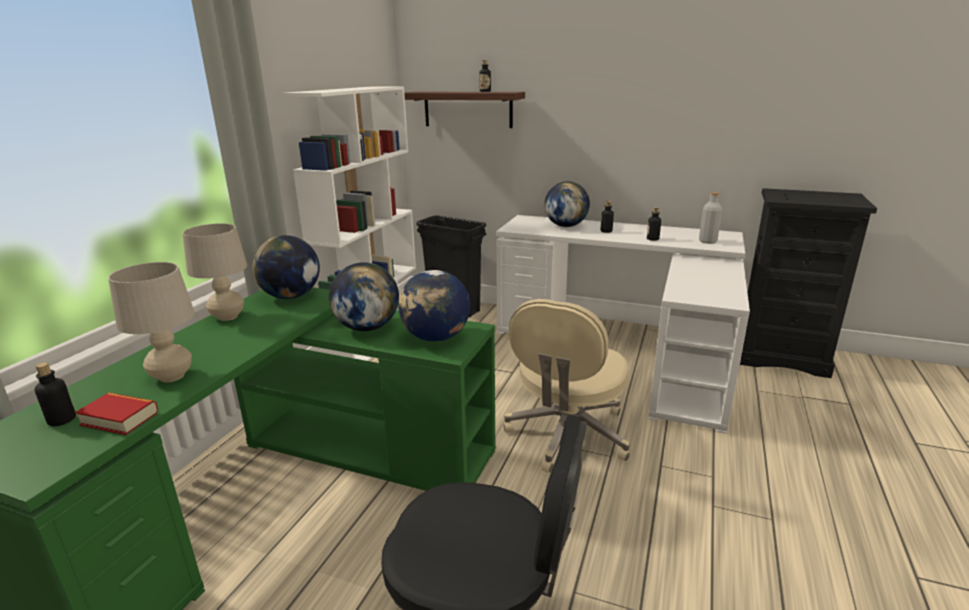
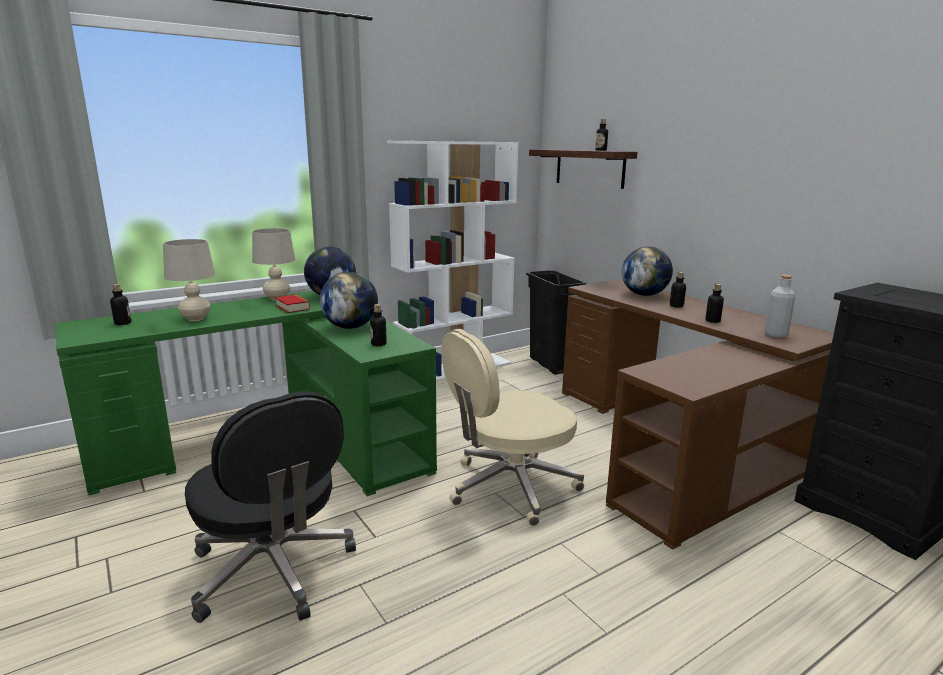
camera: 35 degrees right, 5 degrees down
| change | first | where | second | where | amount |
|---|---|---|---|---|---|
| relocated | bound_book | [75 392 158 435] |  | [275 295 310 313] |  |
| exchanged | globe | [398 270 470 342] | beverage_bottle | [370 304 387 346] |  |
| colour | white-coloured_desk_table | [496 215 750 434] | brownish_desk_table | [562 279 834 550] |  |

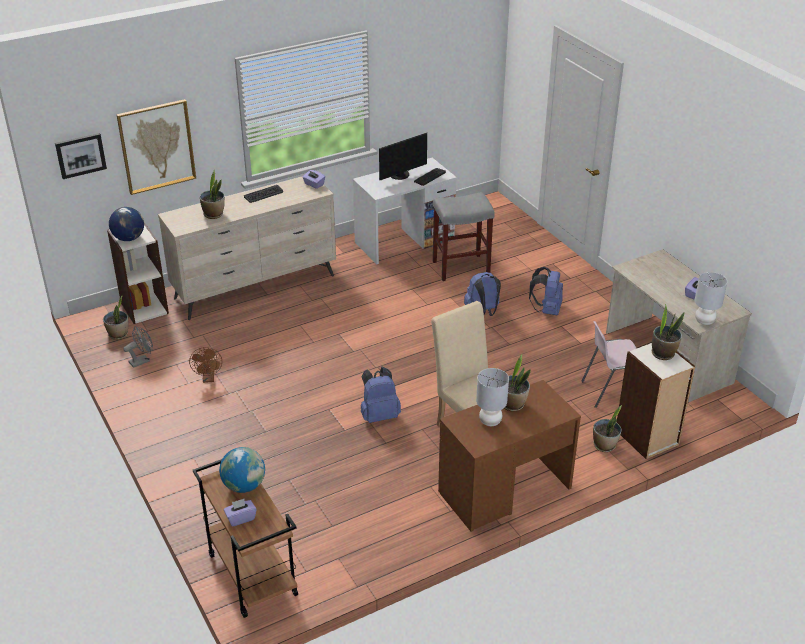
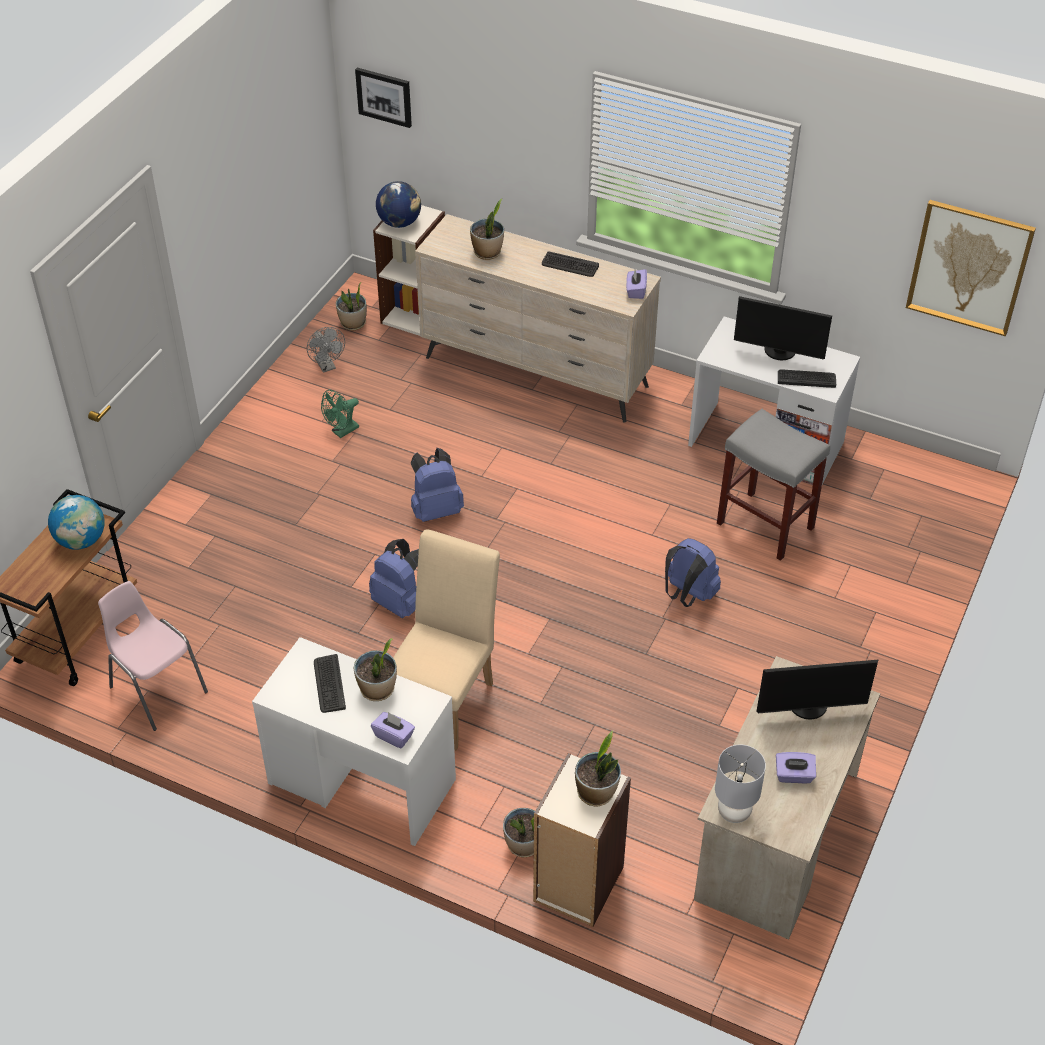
camera: 55 degrees right, 10 degrees up
| change | first | where | second | where | amount |
|---|---|---|---|---|---|
| appeared |  |  | monitor | [756 659 879 719] |  |
| relocated | picture | [116 99 196 195] |  | [906 200 1036 337] |  |
| relocated | purple-coloured_box_of_tissues | [224 499 257 527] |  | [371 712 415 748] |  |
| relocated | blue-coloured_rucksack | [529 267 563 315] |  | [411 448 464 522] |  |
| relocated | pinkish_upright_chair | [581 321 637 408] |  | [98 581 208 731] |  |
| exchanged | greyish_tabletop_lamp | [476 368 509 426] | computer_keyboard | [314 654 346 713] |  |
| colour | brownish_fan | [189 347 222 383] | green_fan | [321 390 359 438] |  |
| colour | brownish_desk_table | [438 380 581 532] | white-coloured_desk_table | [252 637 456 846] |  |
| spun | greyish_fan | [123 326 153 368] |  | [307 327 345 373] | 45 degrees clockwise |

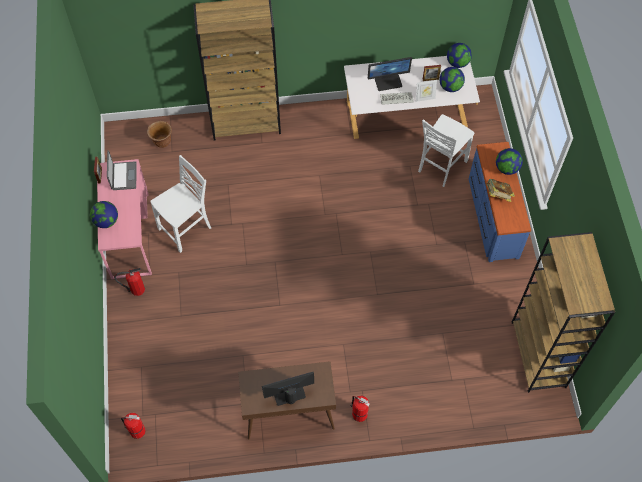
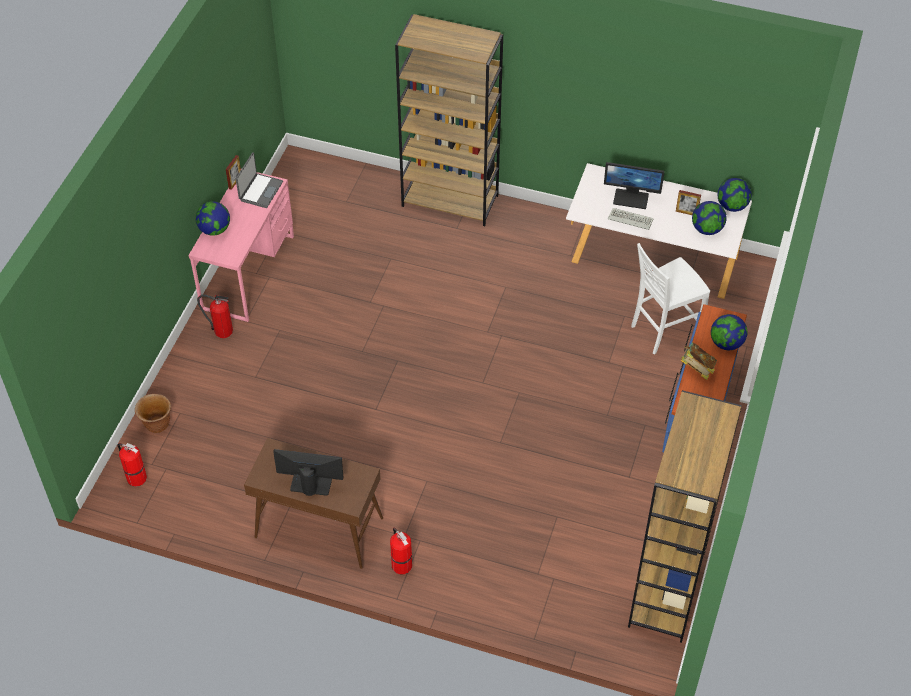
camera: 25 degrees right, 10 degrees down
| change | first | where | second | where | amount |
|---|---|---|---|---|---|
| missing | white-coloured_upright_chair | [150 155 211 253] |  |  |  |
| missing | standing_frame | [416 80 437 102] |  |  |  |
| relocated | brownish_flower_pot | [147 121 172 148] |  | [135 394 171 433] |  |

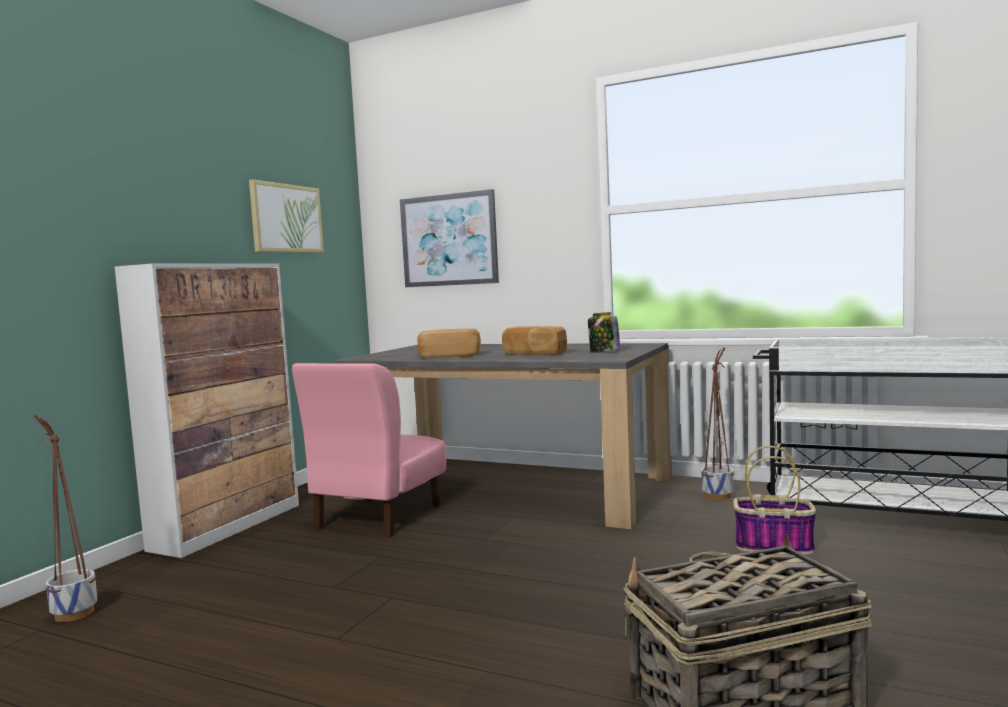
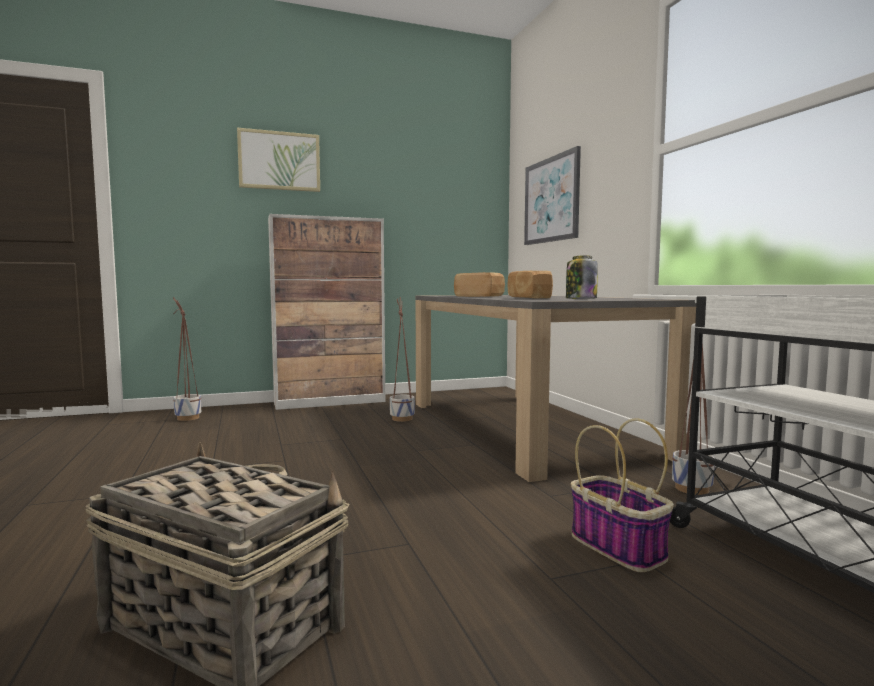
camera: 45 degrees right, 0 degrees up
| change | first | where | second | where | amount |
|---|---|---|---|---|---|
| relocated | picture | [249 179 324 253] |  | [237 128 320 192] |  |
| exchanged | pinkish_upright_chair | [292 363 446 537] | flower_pot | [390 297 415 422] |  |

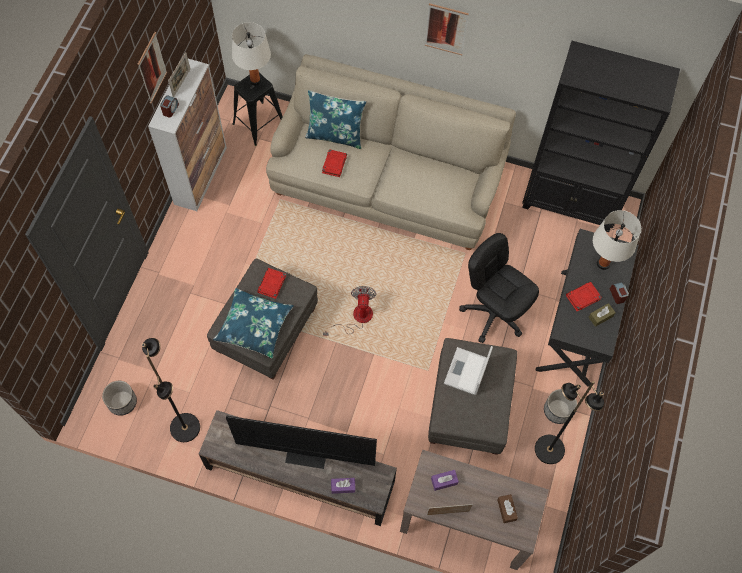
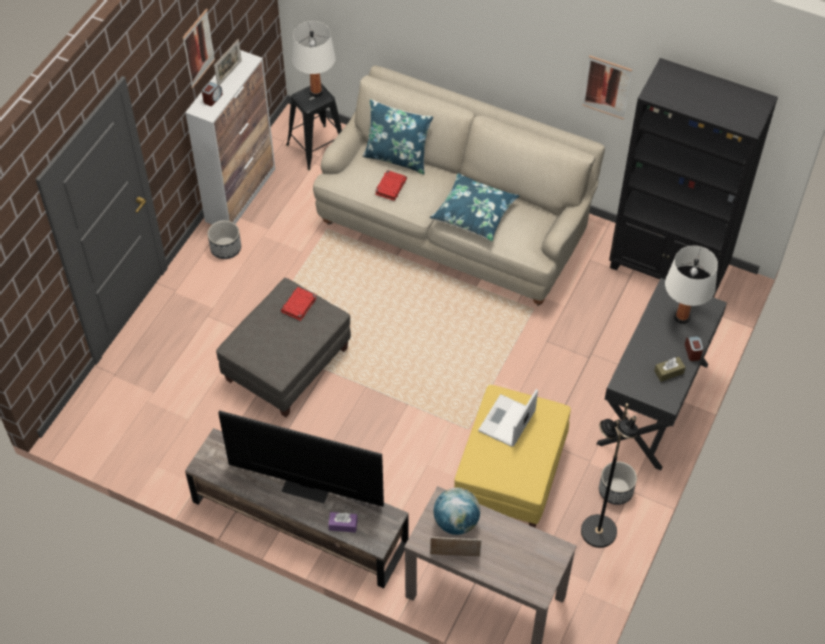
camera: 10 degrees right, 10 degrees down
| change | first | where | second | where | amount |
|---|---|---|---|---|---|
| missing | black-coloured_floor_lamp | [142 338 200 442] |  |  |  |
| missing | fan | [323 286 377 336] |  |  |  |
| missing | black-coloured_computer_chair | [459 233 539 343] |  |  |  |
| missing | brownish_box_of_tissues | [497 494 518 523] |  |  |  |
| missing | red-coloured_bound_book | [566 282 602 311] |  |  |  |
| relocated | flower_pot | [102 381 137 416] |  | [208 220 241 259] |  |
| relocated | blue-coloured_cushion | [213 288 294 359] |  | [430 173 519 241] |  |
| relocated | picture | [425 3 469 55] |  | [583 55 632 120] |  |
| exchanged | purple-coloured_box_of_tissues | [431 470 459 491] | globe | [434 488 480 535] |  |
| colour | greyish_ottoman | [428 338 517 455] | yellowish_ottoman | [454 385 571 528] |  |

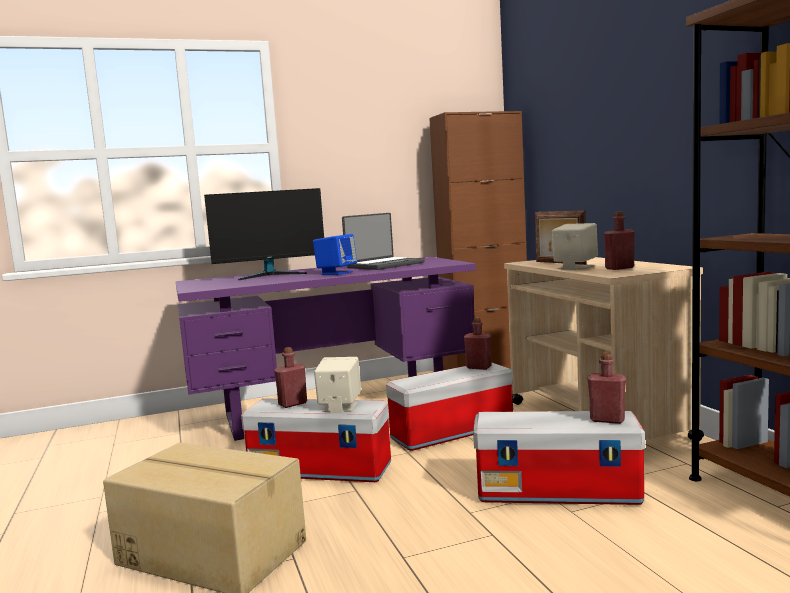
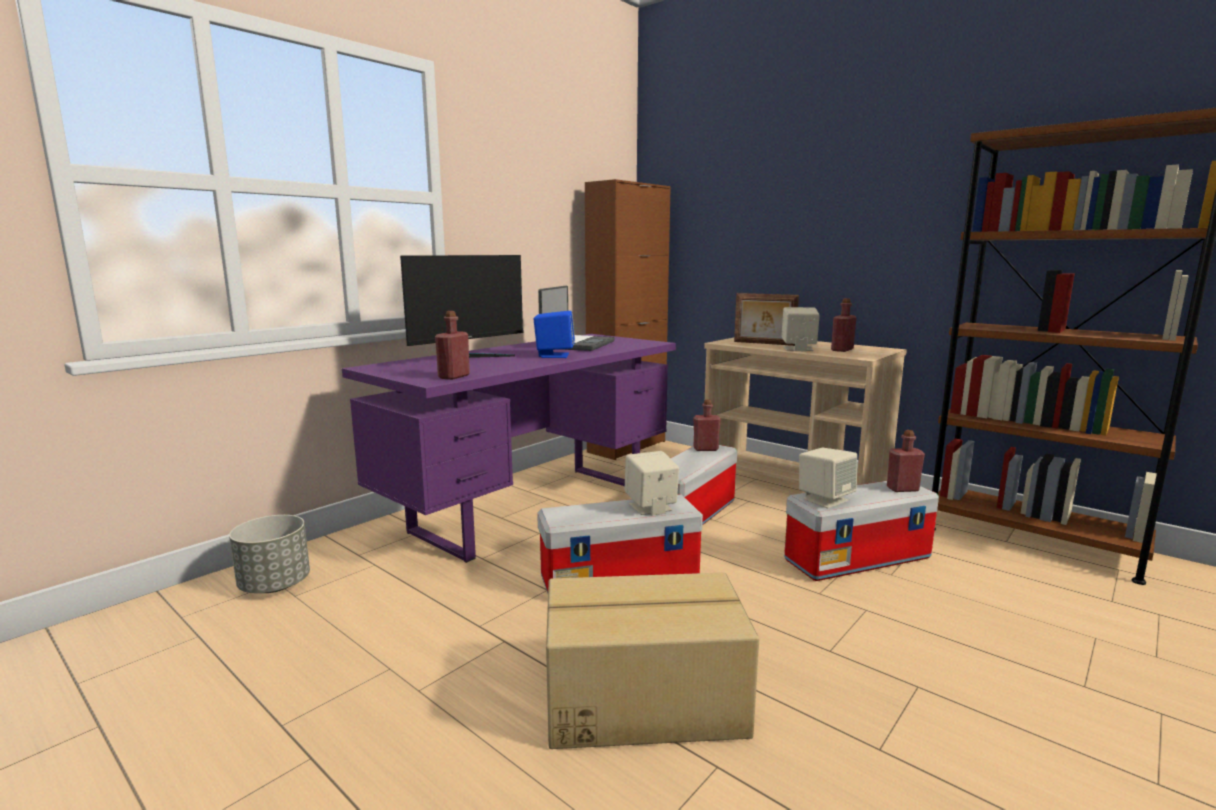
camera: 30 degrees left, 5 degrees up
| change | first | where | second | where | amount |
|---|---|---|---|---|---|
| appeared |  |  | greyish_flower_pot | [229 515 310 593] |  |
| appeared |  |  | beige_audio_speaker | [799 448 857 508] |  |
| relocated | red-coloured_beverage_bottle | [274 347 307 408] |  | [435 311 470 380] |  |

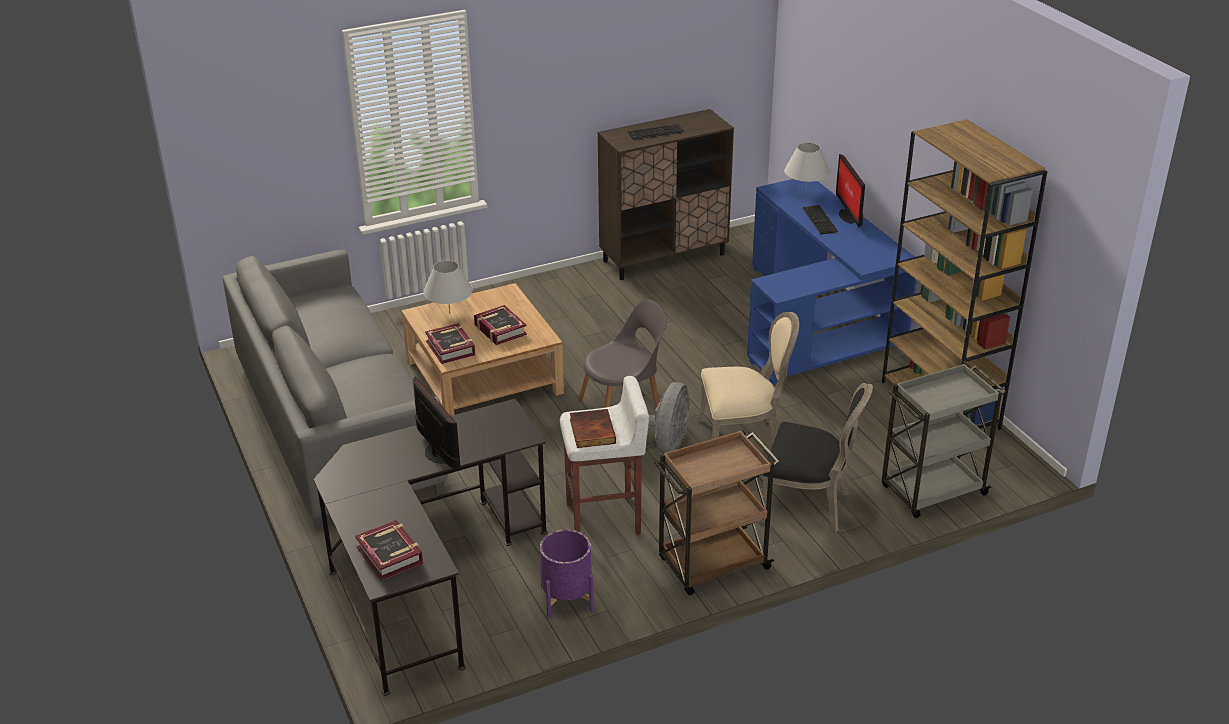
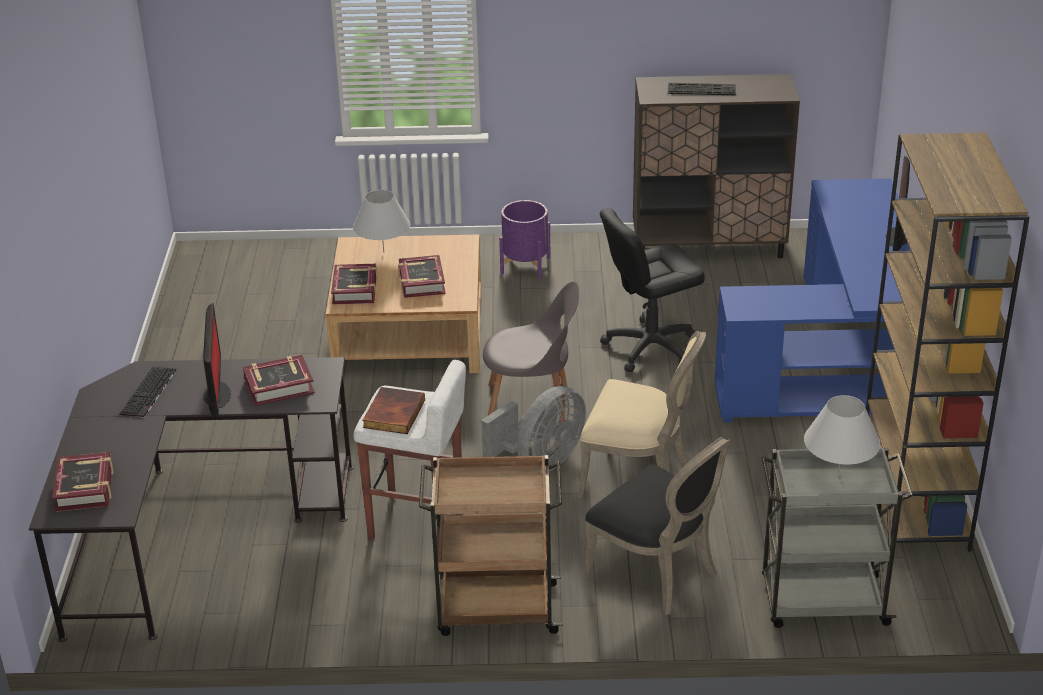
camera: 25 degrees right, 0 degrees up
| change | first | where | second | where | amount |
|---|---|---|---|---|---|
| missing | greyish_sofa | [223 250 448 530] |  |  |  |
| appeared |  |  | bound_book | [243 355 315 406] |  |
| appeared |  |  | black-coloured_computer_chair | [600 208 705 372] |  |
| relocated | purple-coloured_flower_pot | [540 529 594 618] |  | [499 200 550 279] |  |
| relocated | white-coloured_tabletop_lamp | [784 142 830 194] |  | [804 395 880 474] |  |
| relocated | computer_keyboard | [802 205 838 235] |  | [119 367 177 418] |  |

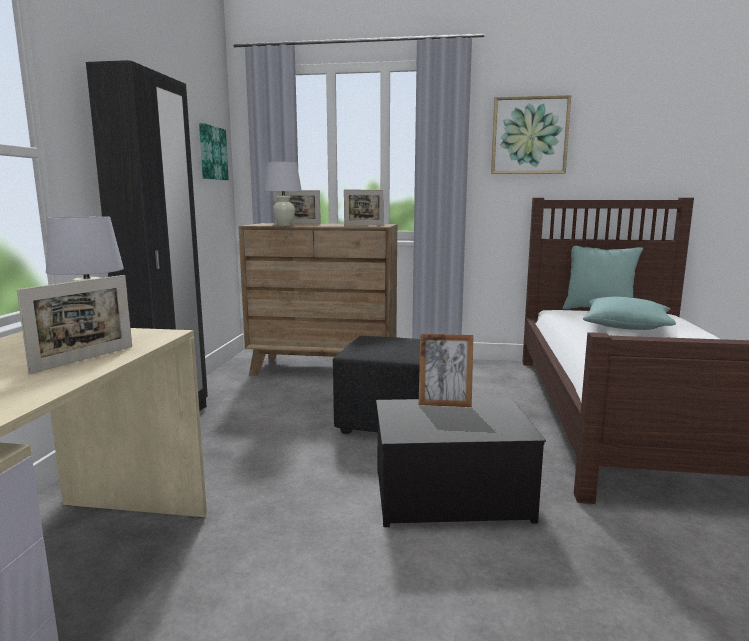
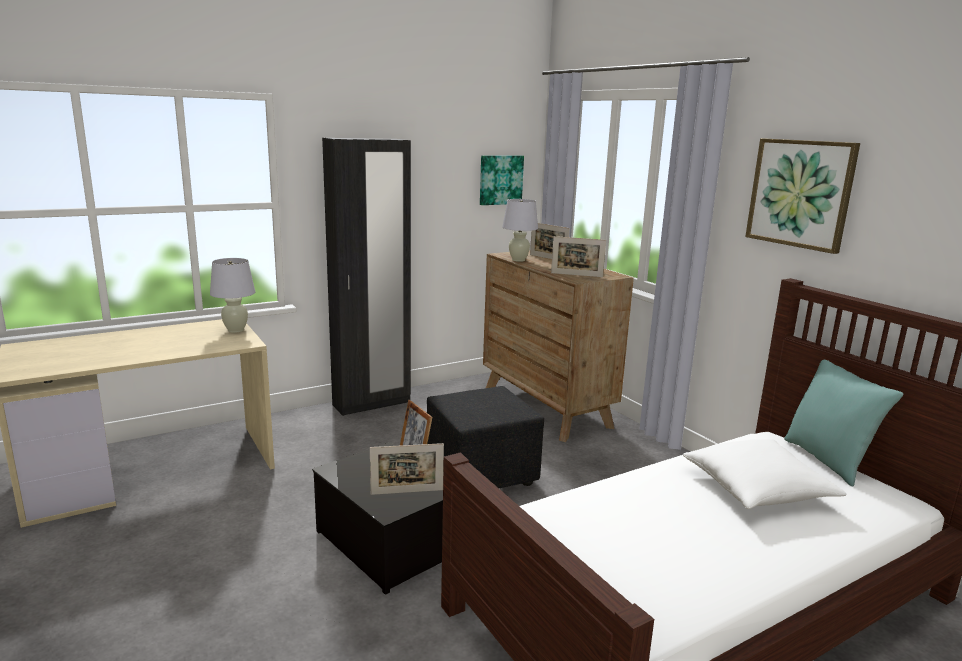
camera: 50 degrees right, 5 degrees up
| change | first | where | second | where | amount |
|---|---|---|---|---|---|
| relocated | standing_frame | [17 275 132 374] |  | [370 443 444 495] |  |
| colour | turquoise_cushion | [583 297 676 330] | white-coloured_cushion | [683 439 847 509] |  |

